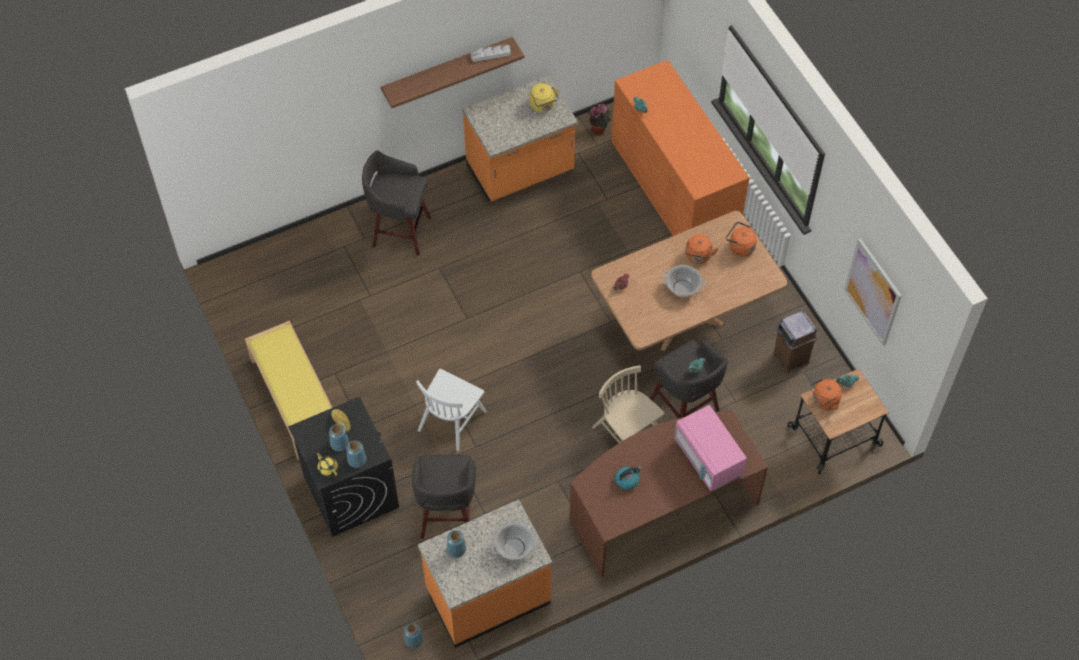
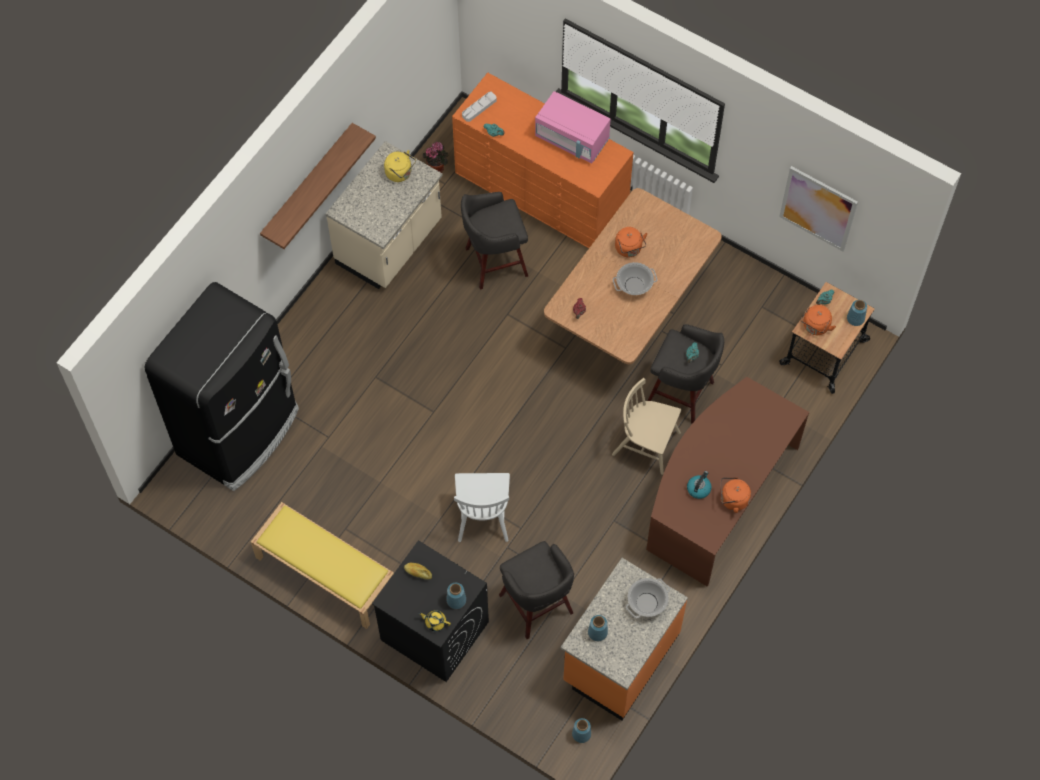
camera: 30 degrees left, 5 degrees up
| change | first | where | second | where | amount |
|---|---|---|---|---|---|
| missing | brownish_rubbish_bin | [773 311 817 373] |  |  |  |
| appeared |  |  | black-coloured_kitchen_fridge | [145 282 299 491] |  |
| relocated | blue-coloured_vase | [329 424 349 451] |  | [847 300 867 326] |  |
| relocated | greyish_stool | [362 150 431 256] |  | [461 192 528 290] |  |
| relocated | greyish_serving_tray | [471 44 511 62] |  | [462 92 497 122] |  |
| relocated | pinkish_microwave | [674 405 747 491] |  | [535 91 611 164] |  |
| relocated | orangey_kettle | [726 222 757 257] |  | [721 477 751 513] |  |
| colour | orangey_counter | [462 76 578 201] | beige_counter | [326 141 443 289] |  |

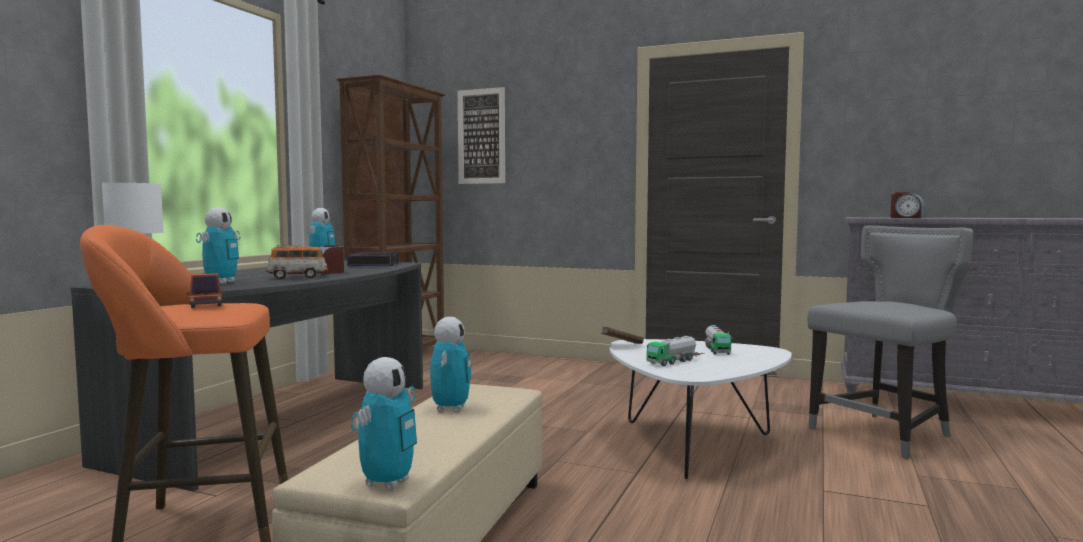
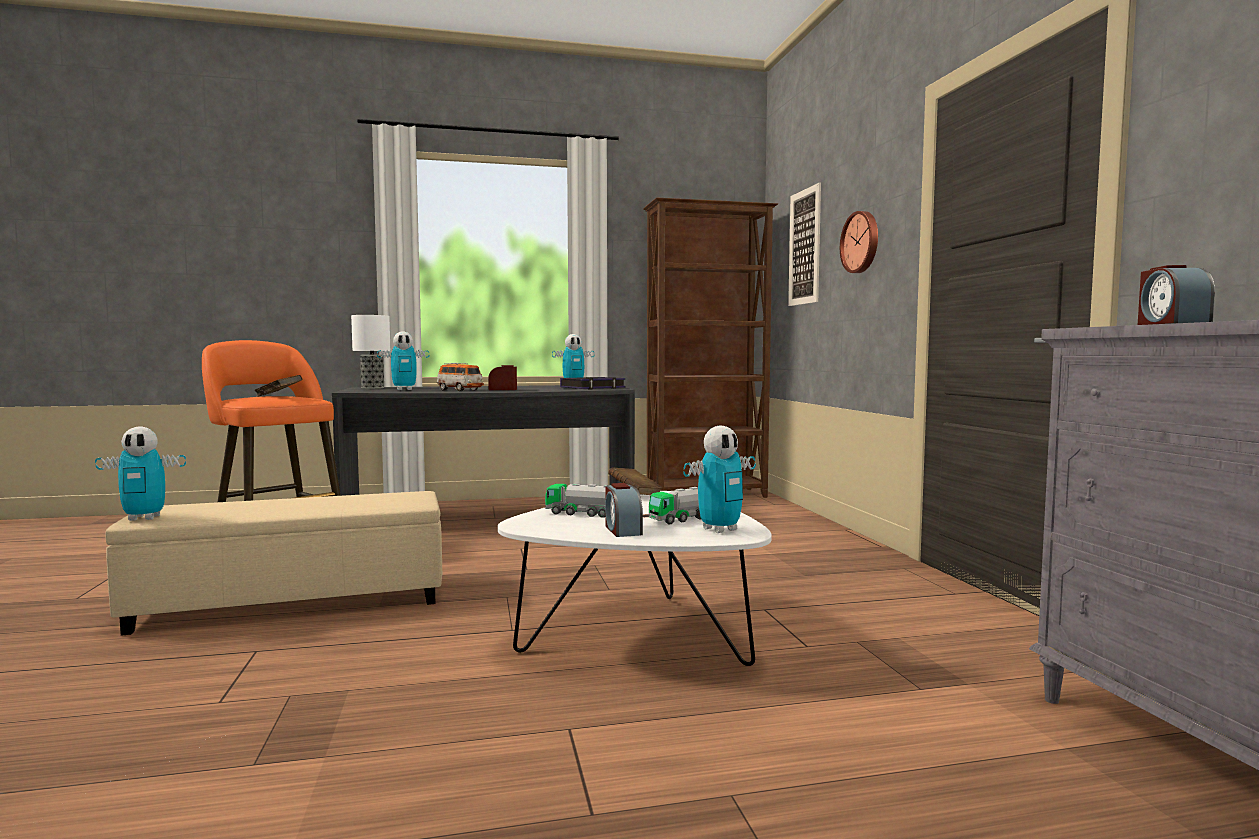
camera: 55 degrees right, 0 degrees up
| change | first | where | second | where | amount |
|---|---|---|---|---|---|
| missing | greyish_upright_chair | [807 225 973 459] |  |  |  |
| appeared |  |  | bedside_clock | [605 483 643 537] |  |
| appeared |  |  | hanging_clock | [840 211 878 273] |  |
| relocated | model_robot | [430 317 471 412] |  | [683 425 756 533] |  |
| exchanged | toy_truck | [186 273 225 308] | brownish_bound_book | [254 375 302 397] |  |

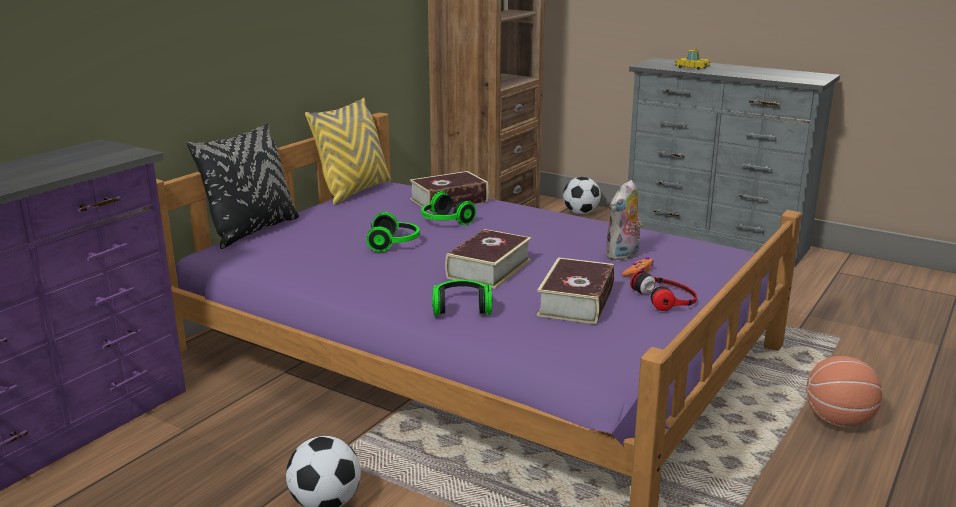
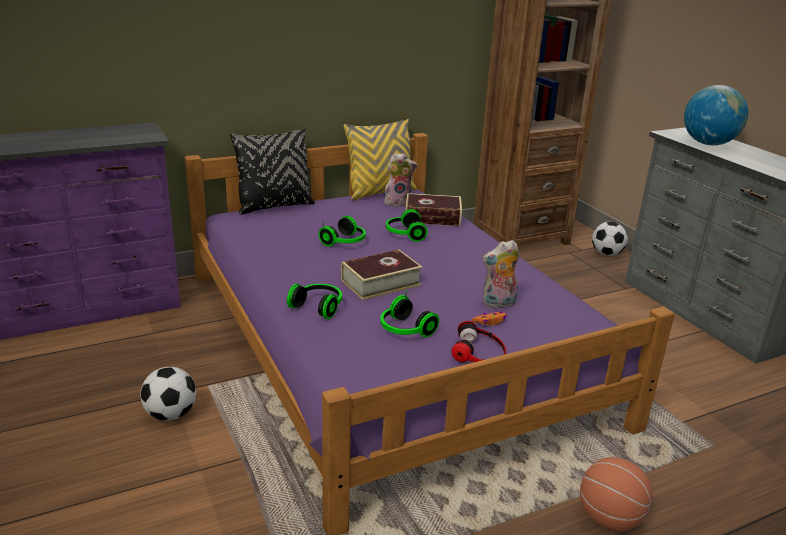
camera: 30 degrees right, 5 degrees up
| change | first | where | second | where | amount |
|---|---|---|---|---|---|
| appeared |  |  | plush_toy | [384 153 417 207] |  |
| exchanged | bound_book | [537 257 615 325] | pair_of_headphones | [380 290 439 337] |  |
| exchanged | miniature_car | [675 48 710 70] | globe | [684 85 748 145] |  |

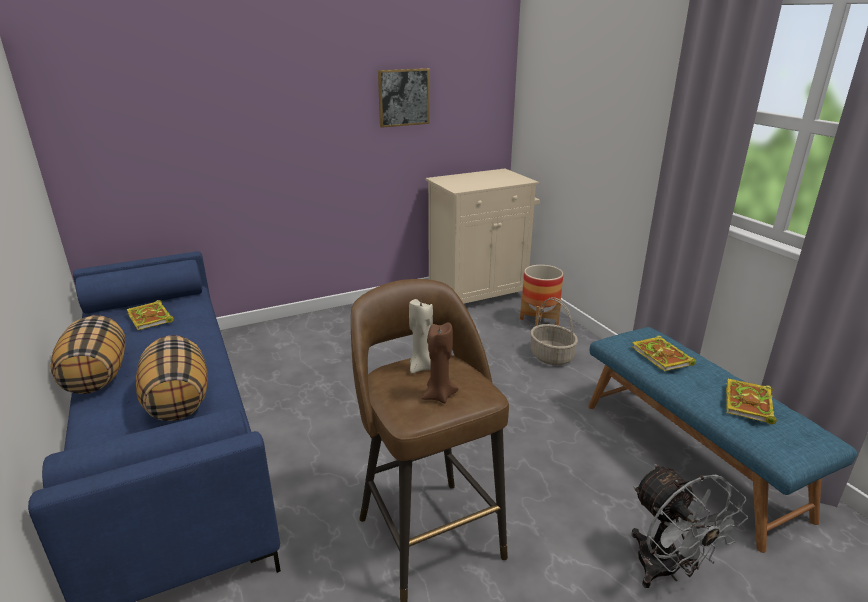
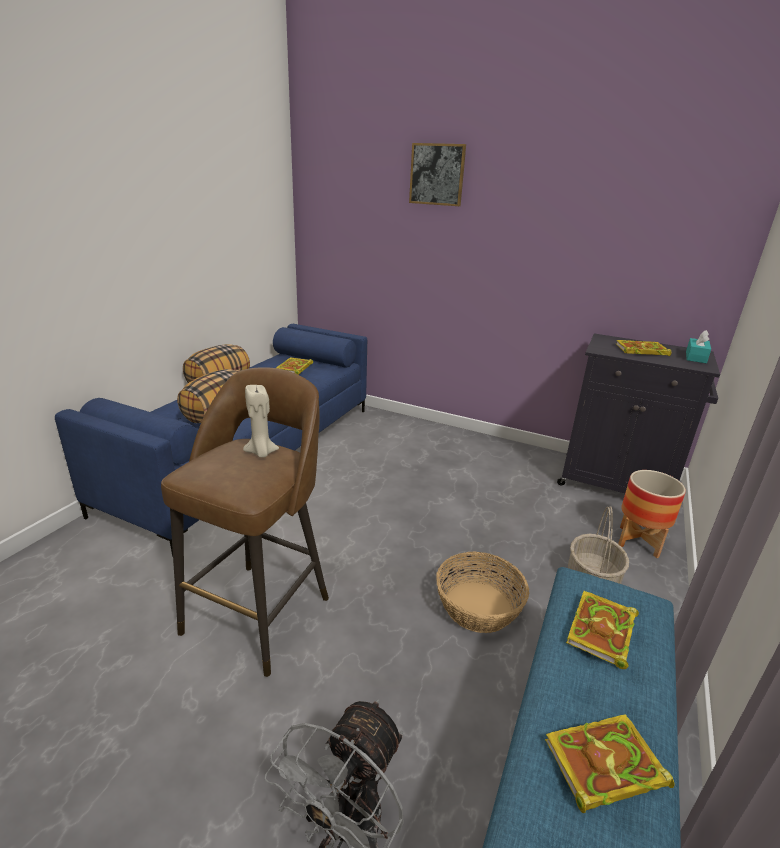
camera: 50 degrees right, 0 degrees up
| change | first | where | second | where | amount |
|---|---|---|---|---|---|
| missing | brownish_candle | [422 322 459 403] |  |  |  |
| appeared |  |  | household_basket | [436 551 529 633] |  |
| appeared |  |  | bound_book | [616 340 671 356] |  |
| appeared |  |  | turquoise_box_of_tissues | [686 330 711 363] |  |
| relocated | picture | [378 68 430 128] |  | [409 143 466 206] |  |
| colour | beige_cabinet | [425 169 540 304] | black-coloured_cabinet | [557 334 720 493] |  |

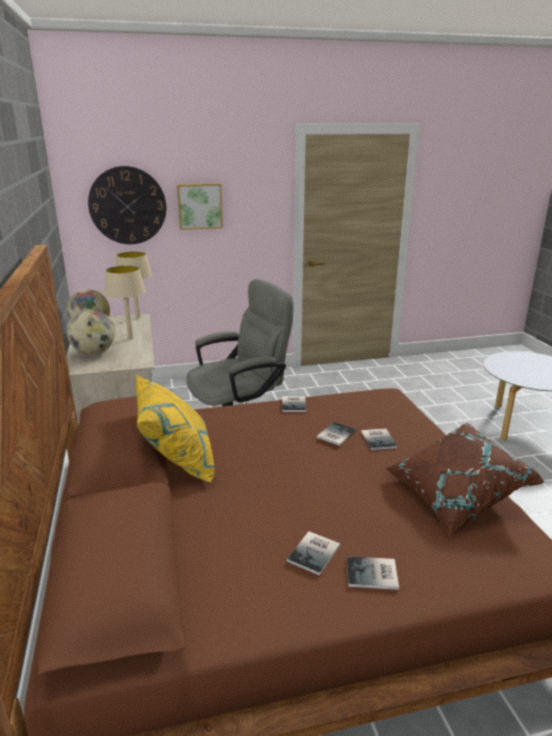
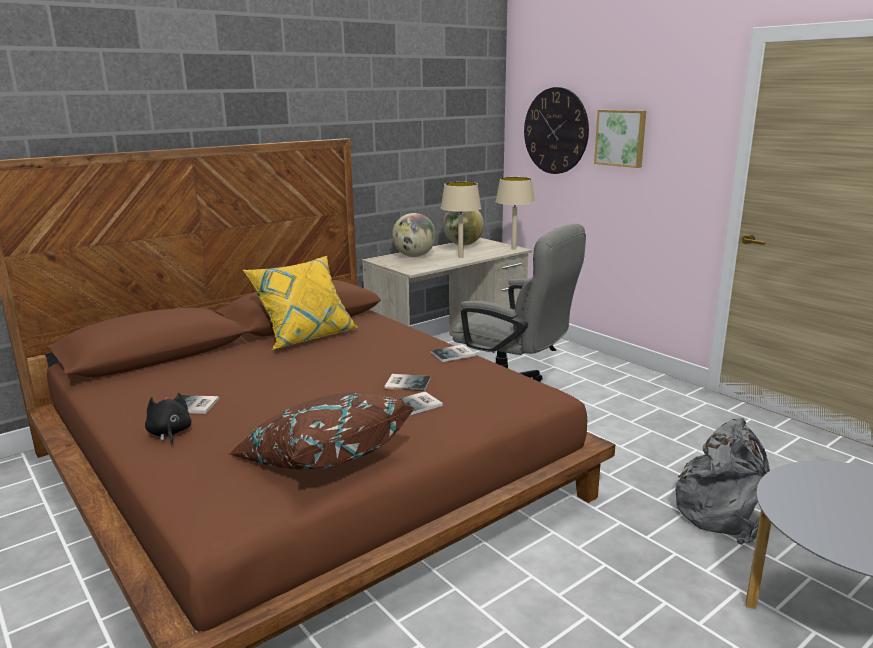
camera: 65 degrees right, 5 degrees down
| change | first | where | second | where | amount |
|---|---|---|---|---|---|
| appeared |  |  | greyish_rucksack | [675 418 770 545] |  |
| exchanged | bound_book | [347 556 399 590] | black-coloured_plush_toy | [145 393 191 446] |  |

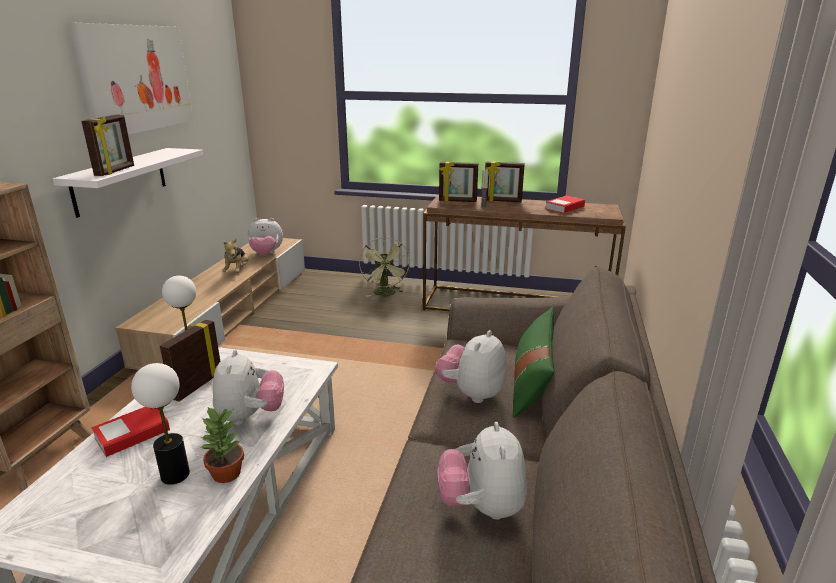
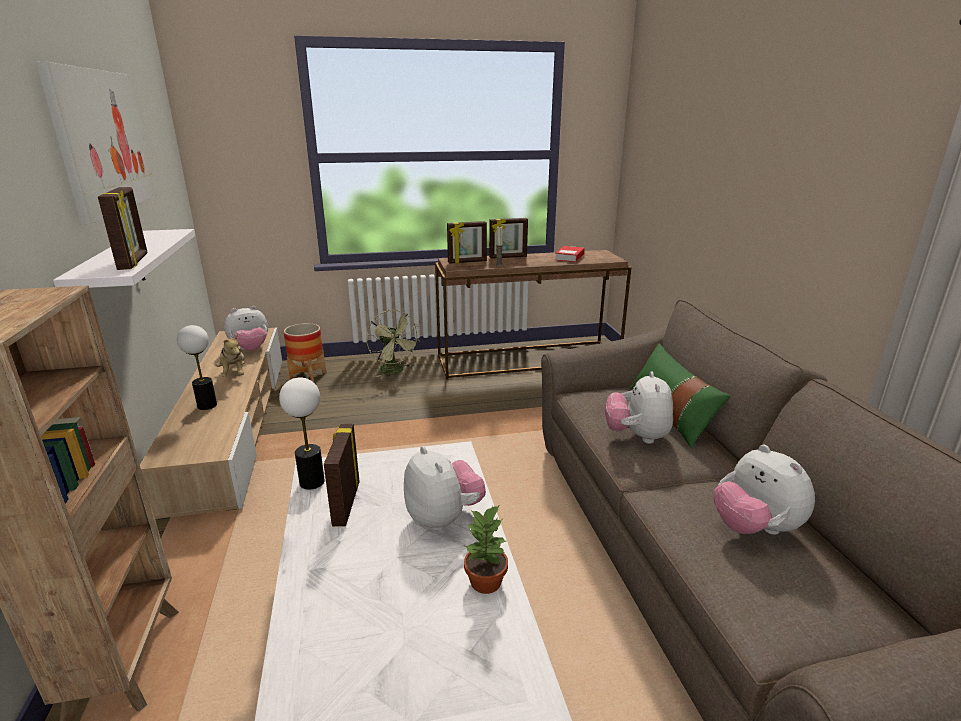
camera: 25 degrees left, 0 degrees up
| change | first | where | second | where | amount |
|---|---|---|---|---|---|
| missing | bound_book | [91 407 170 457] |  |  |  |
| appeared |  |  | flower_pot | [284 323 326 382] |  |
| relocated | tabletop_lamp | [131 363 190 485] |  | [177 325 217 410] |  |

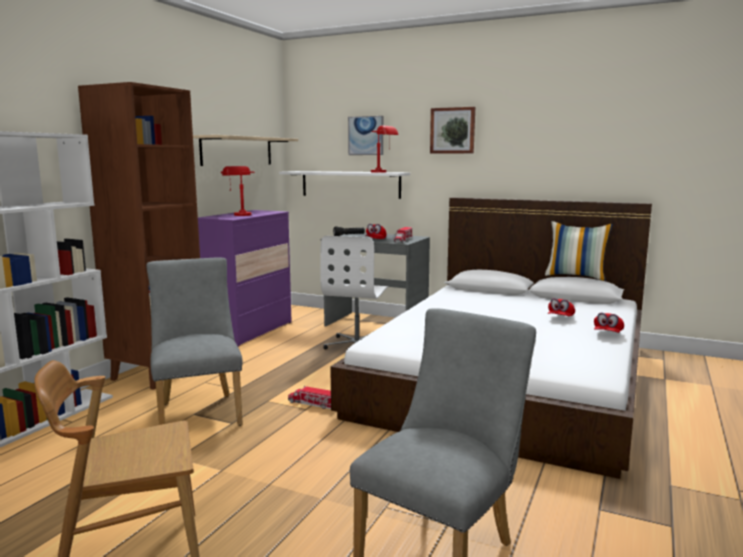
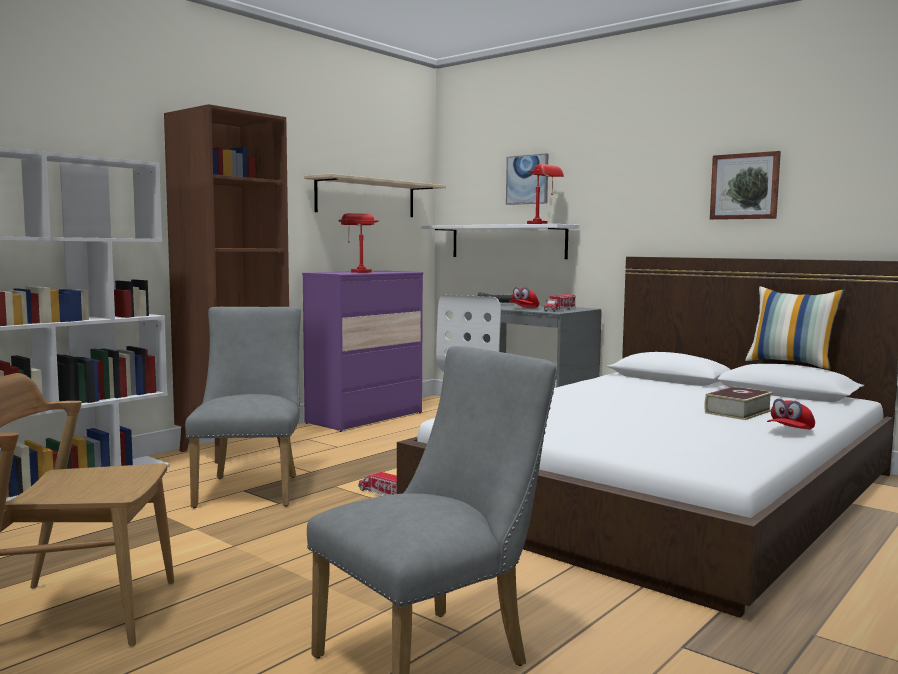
camera: 15 degrees right, 5 degrees down
| change | first | where | second | where | amount |
|---|---|---|---|---|---|
| relocated | picture | [430 107 475 153] |  | [710 151 781 220] |  |
| exchanged | red-coloured_baseball_cap | [548 298 575 316] | bound_book | [704 386 773 420] |  |

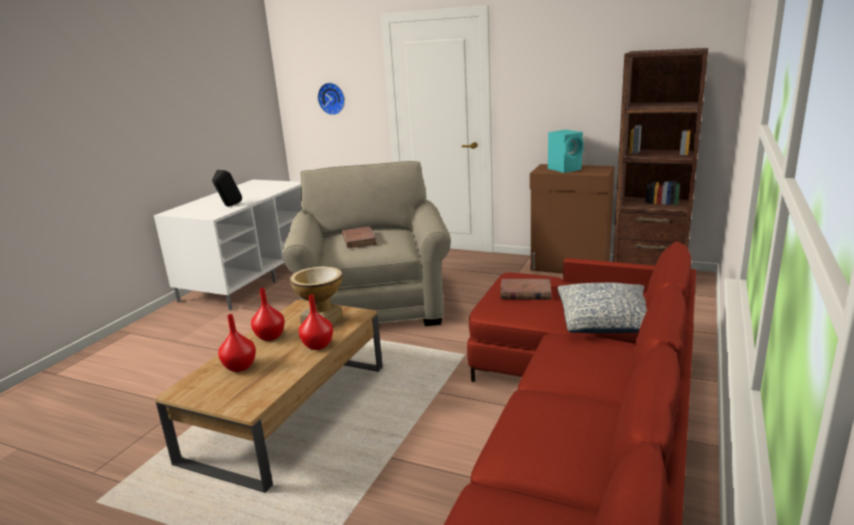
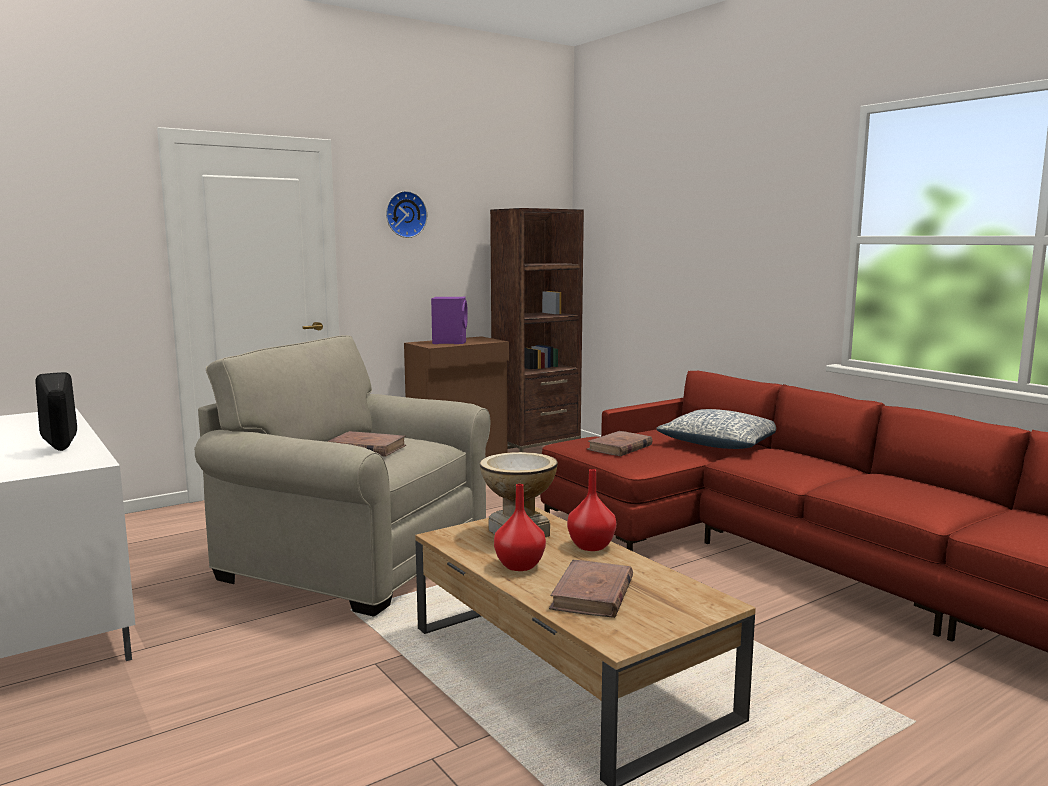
camera: 60 degrees left, 10 degrees down
| change | first | where | second | where | amount |
|---|---|---|---|---|---|
| relocated | hanging_clock | [318 83 345 115] |  | [386 191 427 238] |  |
| exchanged | red-coloured_vase | [218 314 256 372] | brownish_bound_book | [549 560 633 618] |  |
| colour | turquoise_audio_speaker | [548 130 584 173] | purple-coloured_audio_speaker | [431 297 468 344] |  |

